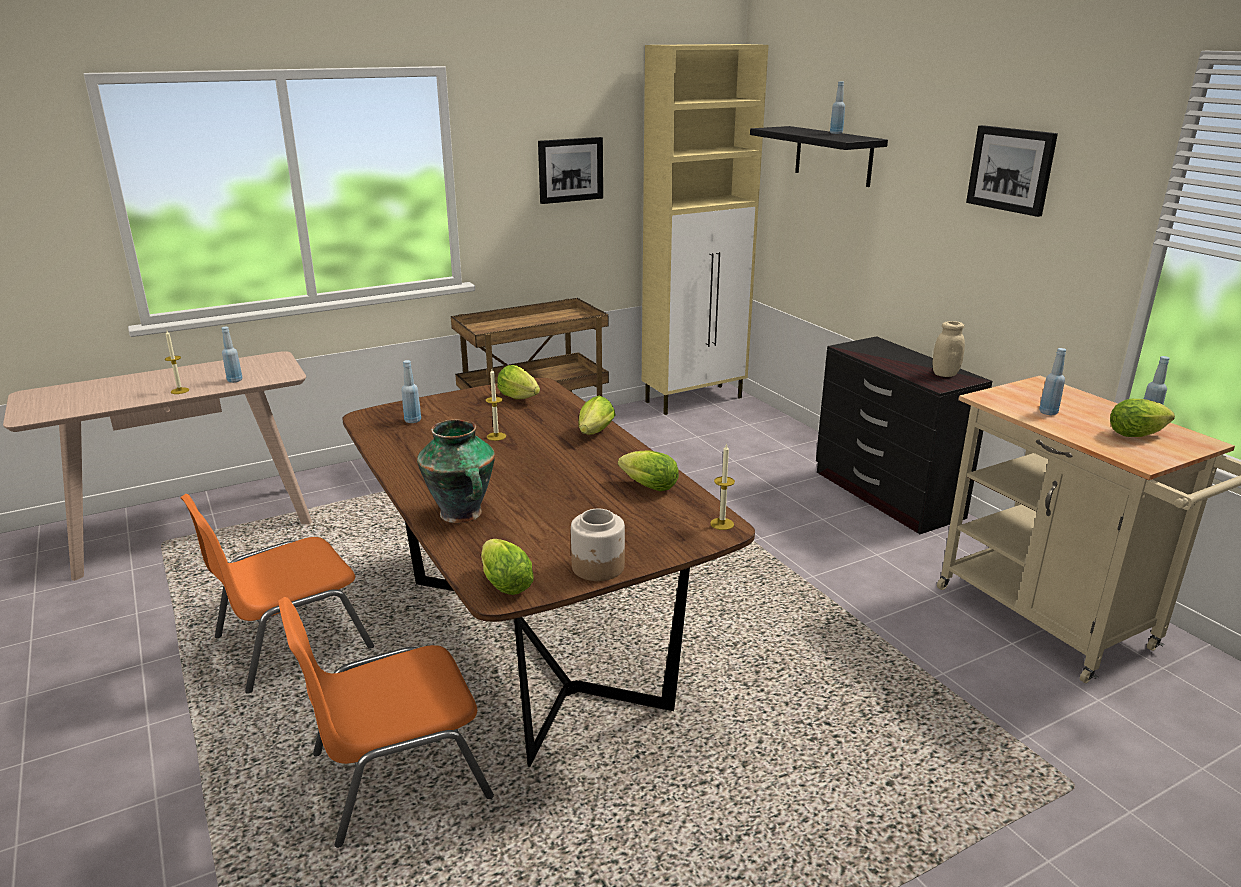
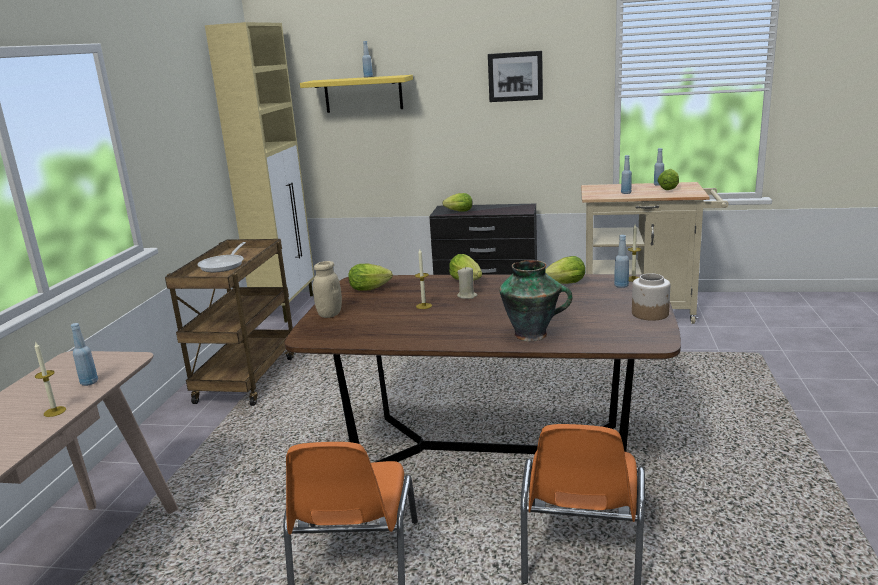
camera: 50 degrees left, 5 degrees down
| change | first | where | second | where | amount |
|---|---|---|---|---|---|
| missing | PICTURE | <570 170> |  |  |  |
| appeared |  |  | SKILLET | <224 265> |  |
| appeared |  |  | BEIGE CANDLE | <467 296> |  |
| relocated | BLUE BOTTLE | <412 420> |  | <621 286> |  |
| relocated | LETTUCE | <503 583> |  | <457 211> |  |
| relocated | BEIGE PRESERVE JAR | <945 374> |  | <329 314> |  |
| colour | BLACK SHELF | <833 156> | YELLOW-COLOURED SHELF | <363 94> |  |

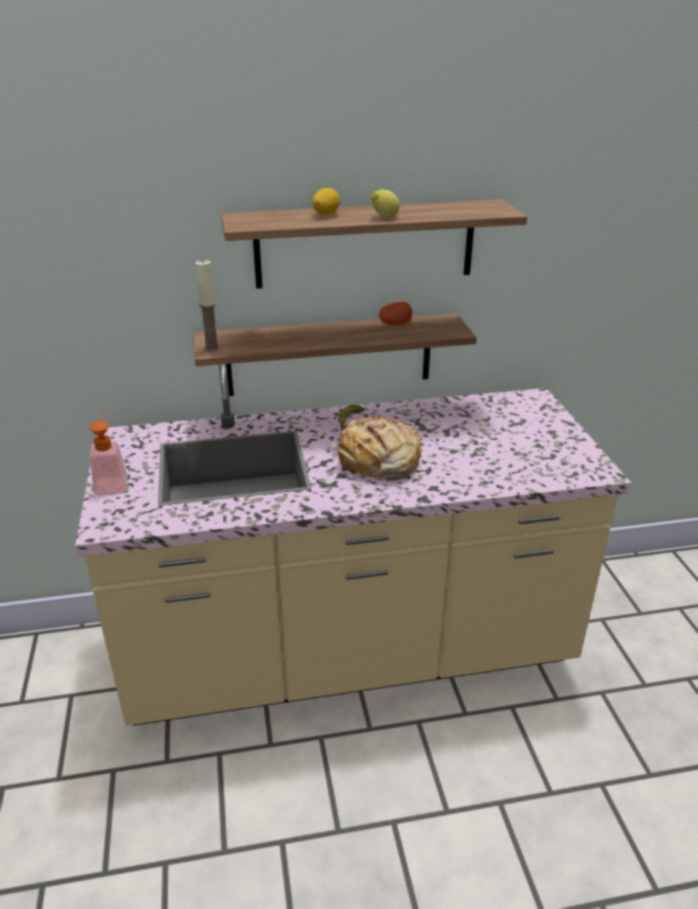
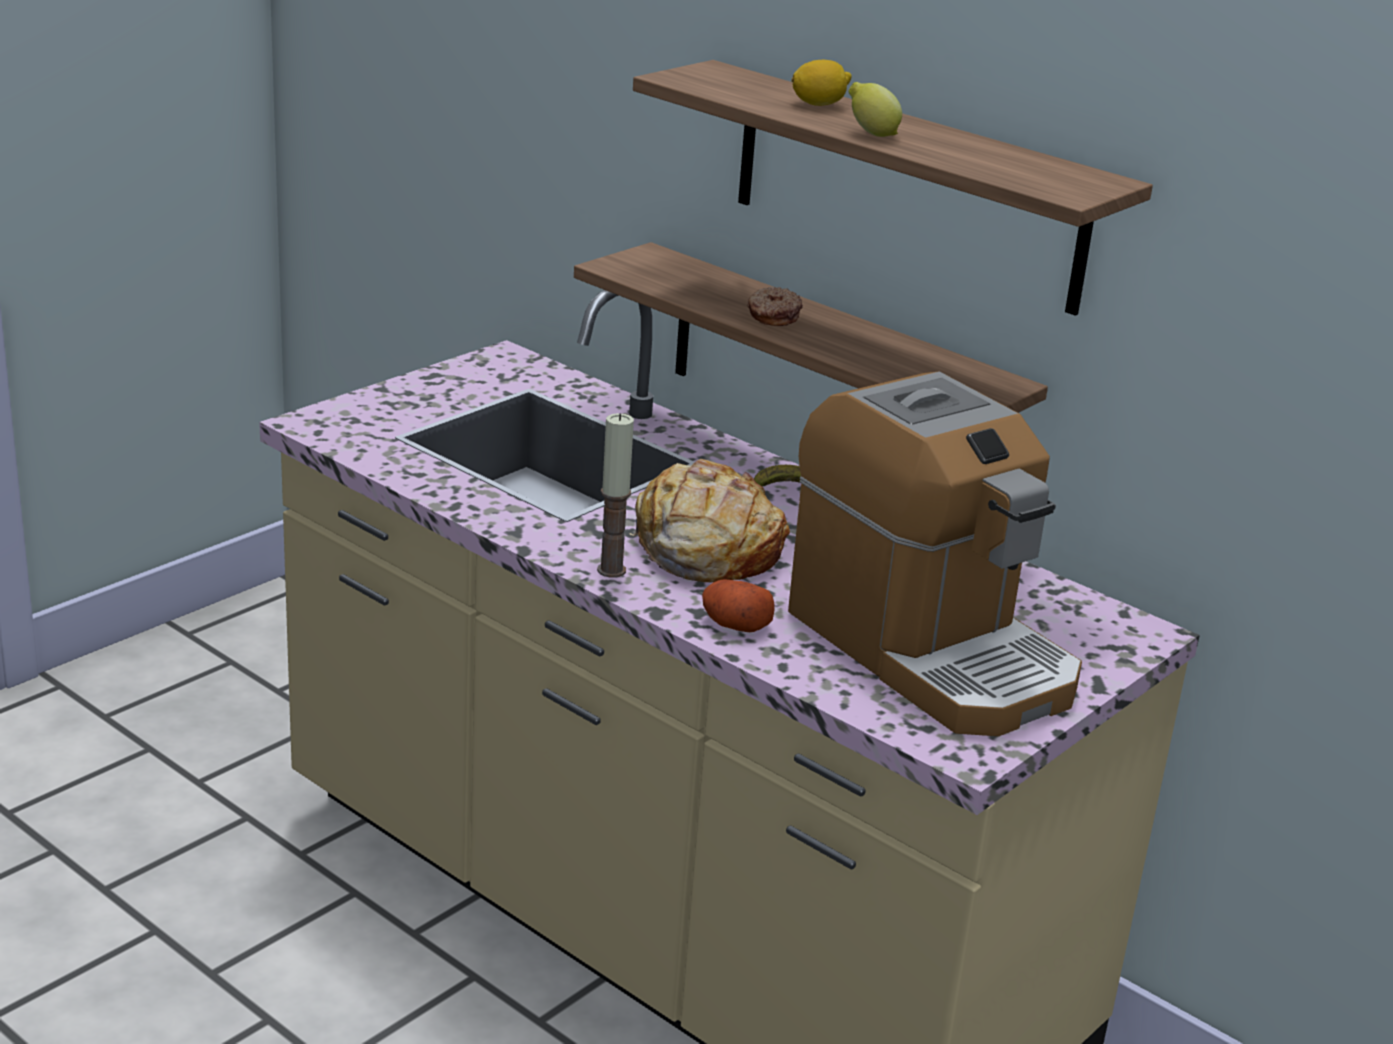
camera: 50 degrees right, 5 degrees down
| change | first | where | second | where | amount |
|---|---|---|---|---|---|
| missing | SOAP DISPENSER | <112 483> |  |  |  |
| appeared |  |  | RING DOUGHNUT | <772 316> |  |
| appeared |  |  | COFFEE MACHINE | <930 651> |  |
| relocated | CANDLE | <211 348> |  | <611 570> |  |
| relocated | POTATO | <395 324> |  | <734 624> |  |

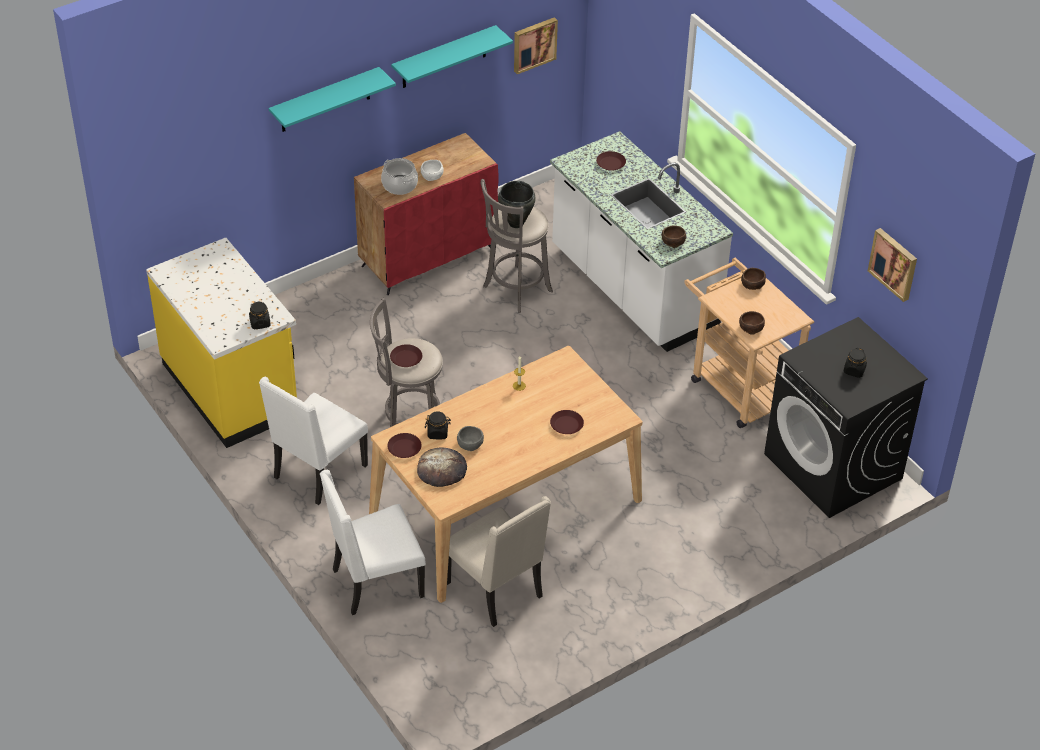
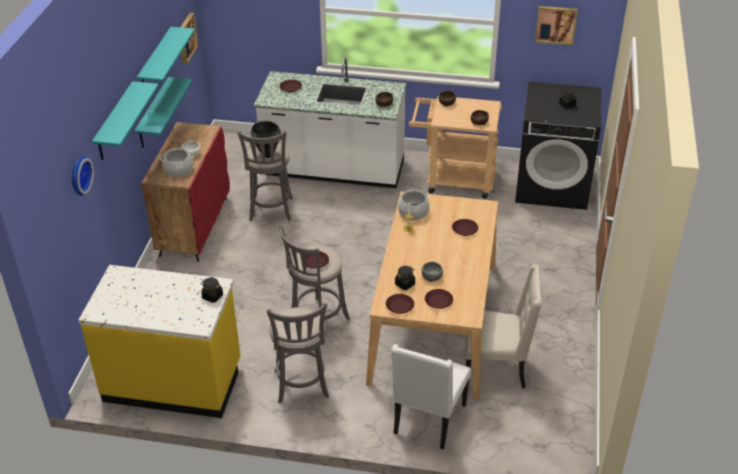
camera: 45 degrees left, 5 degrees down
| change | first | where | second | where | amount |
|---|---|---|---|---|---|
| appeared |  |  | HANGING CLOCK | <79 175> |  |
| appeared |  |  | TURQUOISE SHELF | <153 114> |  |
| appeared |  |  | SAUCEPOT | <413 212> |  |
| exchanged | WHITE CHAIR | <318 472> | GRAY STOOL | <301 386> |  |
| exchanged | BAKERY BREAD | <442 469> | BROWN-COLOURED DINNER PLATE | <439 301> |  |

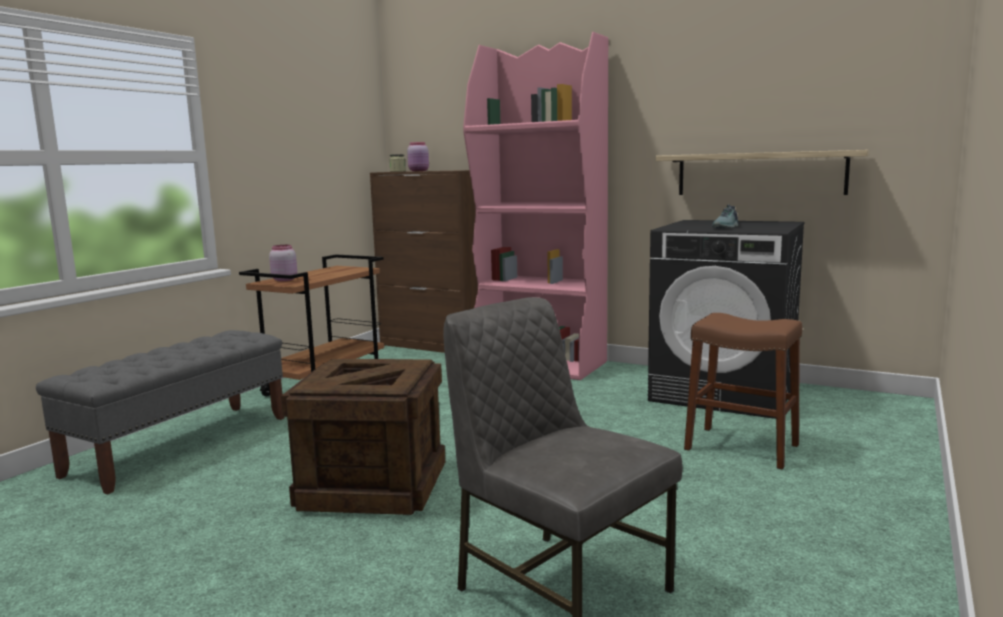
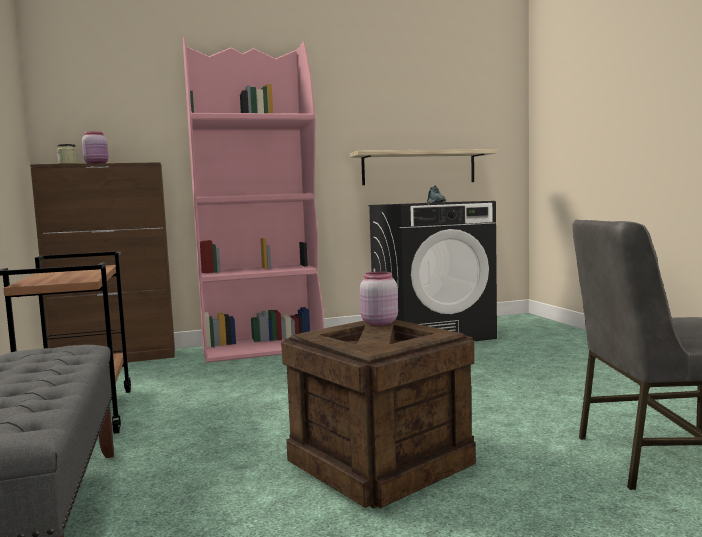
camera: 45 degrees left, 5 degrees down
| change | first | where | second | where | amount |
|---|---|---|---|---|---|
| missing | BROWN-COLOURED STOOL | <741 447> |  |  |  |
| relocated | PINK PRESERVE JAR | <284 280> |  | <378 323> |  |

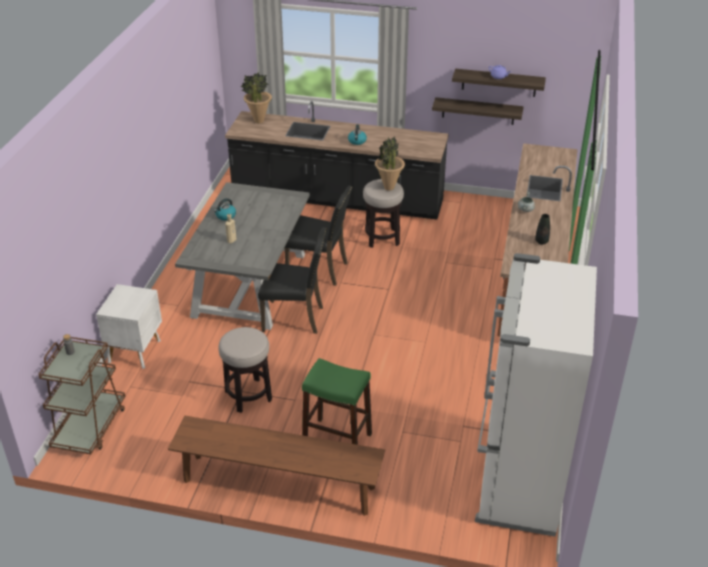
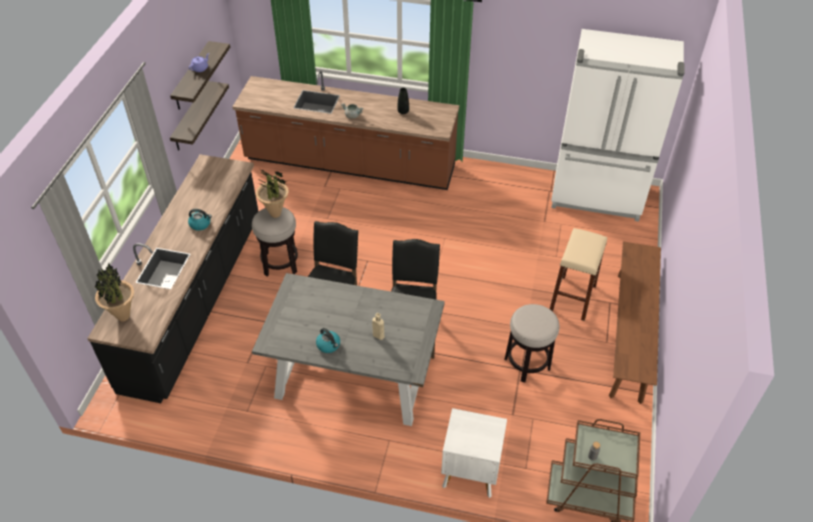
camera: 90 degrees left, 10 degrees up
| change | first | where | second | where | amount |
|---|---|---|---|---|---|
| colour | GREEN-COLOURED STOOL | <337 440> | BEIGE STOOL | <572 298> |  |

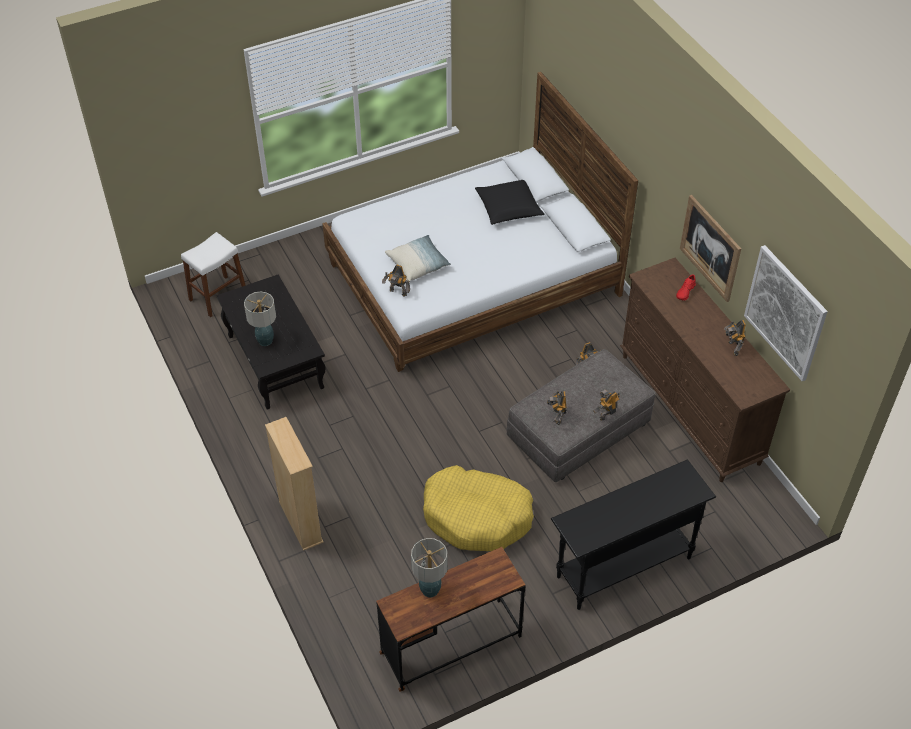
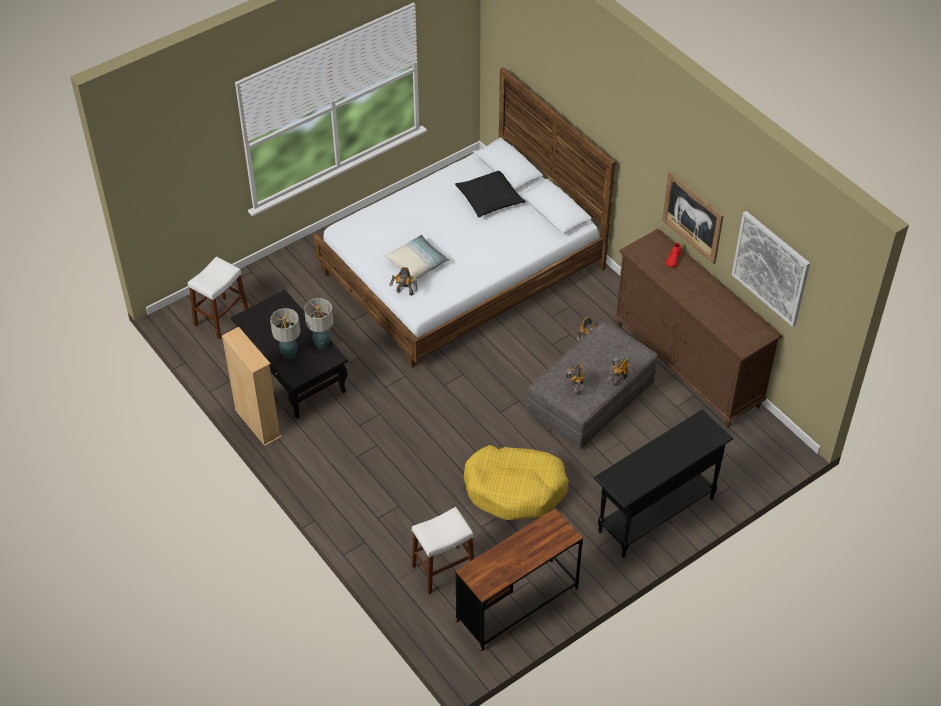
camera: 10 degrees left, 0 degrees up
| change | first | where | second | where | amount |
|---|---|---|---|---|---|
| missing | MODEL ROBOT | <732 348> |  |  |  |
| appeared |  |  | WHITE STOOL | <443 569> |  |
| relocated | BEIGE SHELVING UNIT | <300 522> |  | <257 423> |  |
| relocated | LAMP FOR A TABLE | <430 590> |  | <321 344> |  |

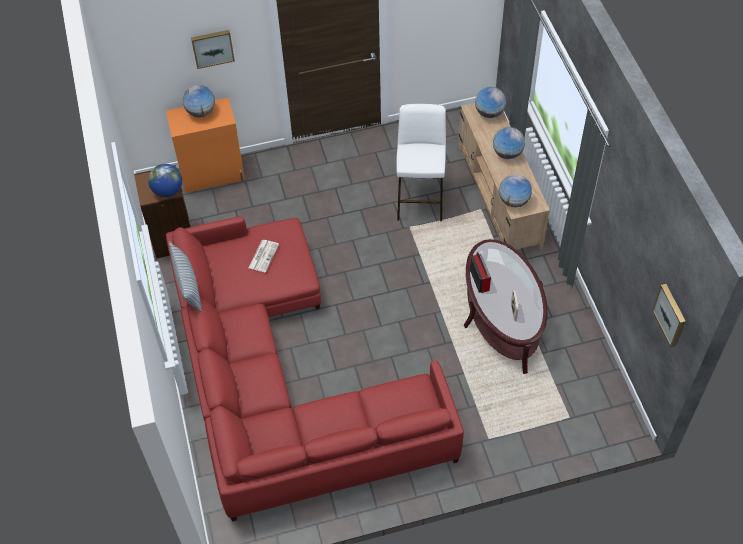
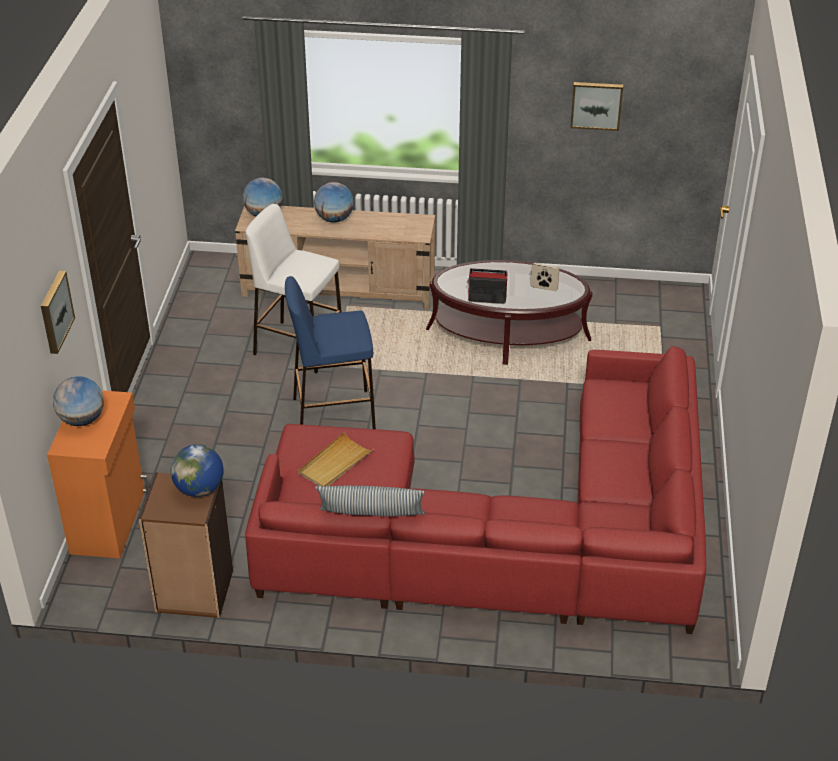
camera: 70 degrees left, 15 degrees down
| change | first | where | second | where | amount |
|---|---|---|---|---|---|
| missing | GLOBE | <513 201> |  |  |  |
| appeared |  |  | BLUE STOOL | <333 414> |  |
| relocated | PICTURE | <671 315> |  | <596 105> |  |
| exchanged | NEWSPAPER | <263 255> | BEIGE CARRYING TRAY | <335 463> |  |

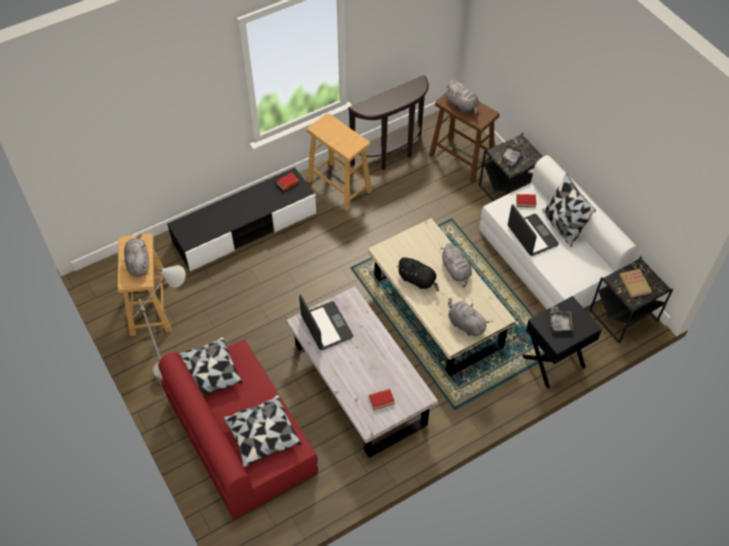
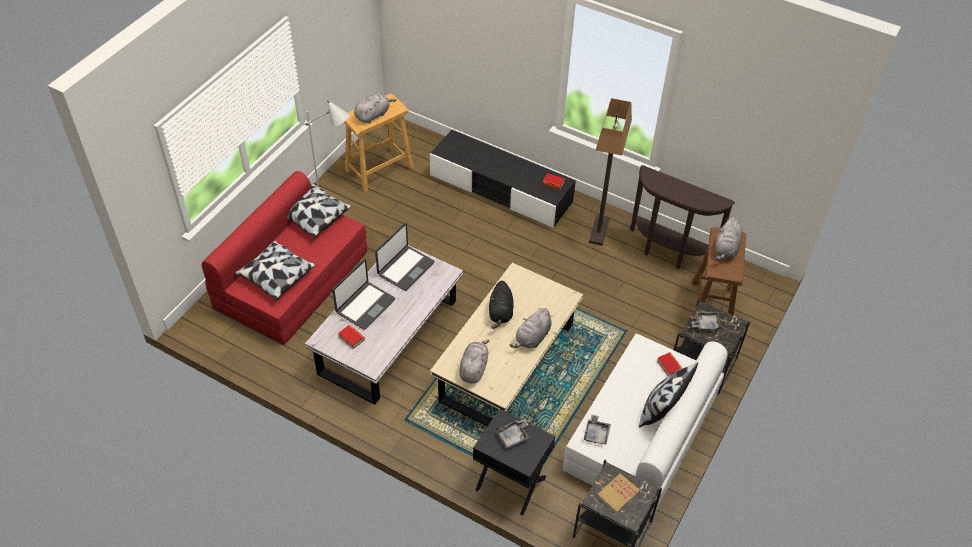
camera: 60 degrees right, 5 degrees down
| change | first | where | second | where | amount |
|---|---|---|---|---|---|
| appeared |  |  | GRAY CARRYING TRAY | <596 433> |  |
| relocated | LAPTOP | <532 236> |  | <365 306> |  |
| exchanged | BEIGE STOOL | <339 185> | STANDING LAMP | <599 230> |  |

